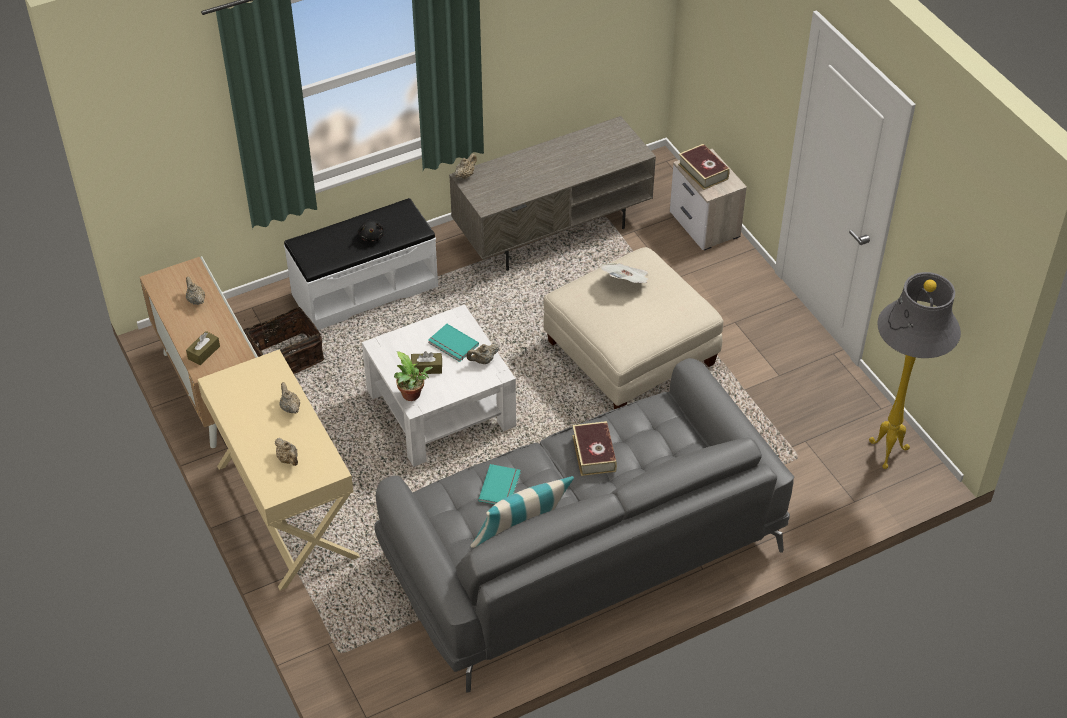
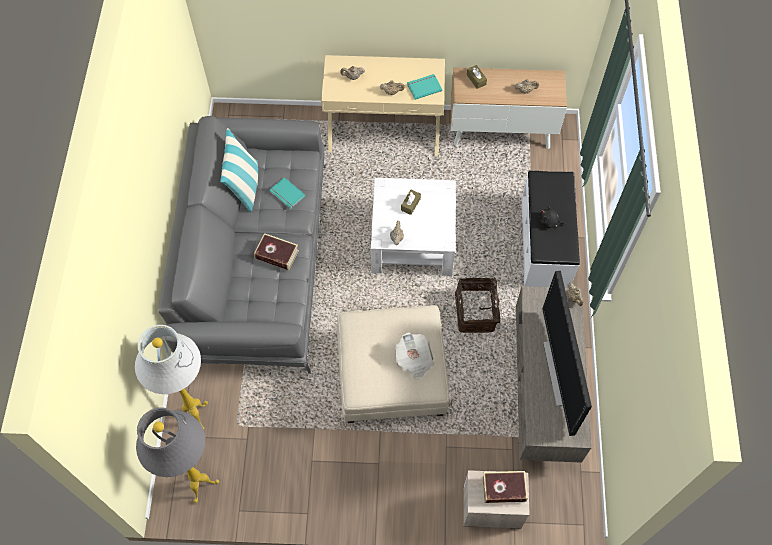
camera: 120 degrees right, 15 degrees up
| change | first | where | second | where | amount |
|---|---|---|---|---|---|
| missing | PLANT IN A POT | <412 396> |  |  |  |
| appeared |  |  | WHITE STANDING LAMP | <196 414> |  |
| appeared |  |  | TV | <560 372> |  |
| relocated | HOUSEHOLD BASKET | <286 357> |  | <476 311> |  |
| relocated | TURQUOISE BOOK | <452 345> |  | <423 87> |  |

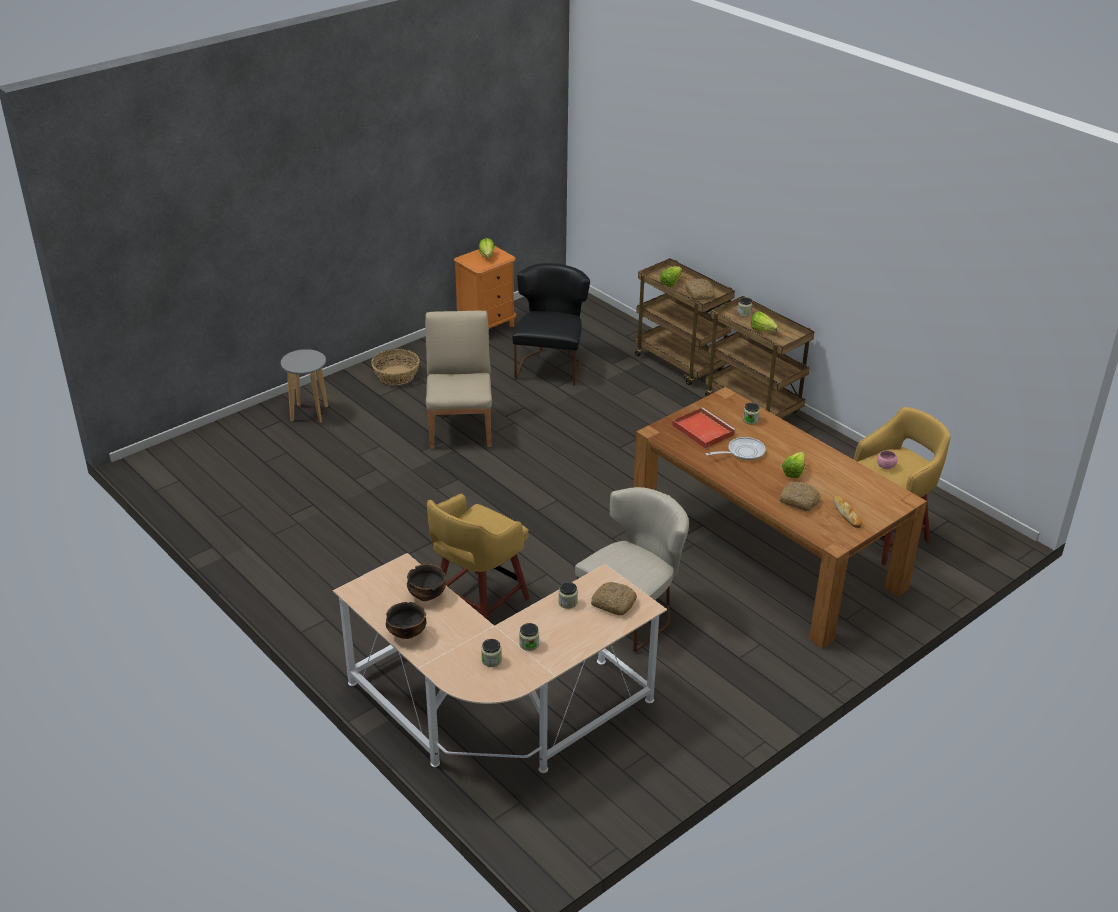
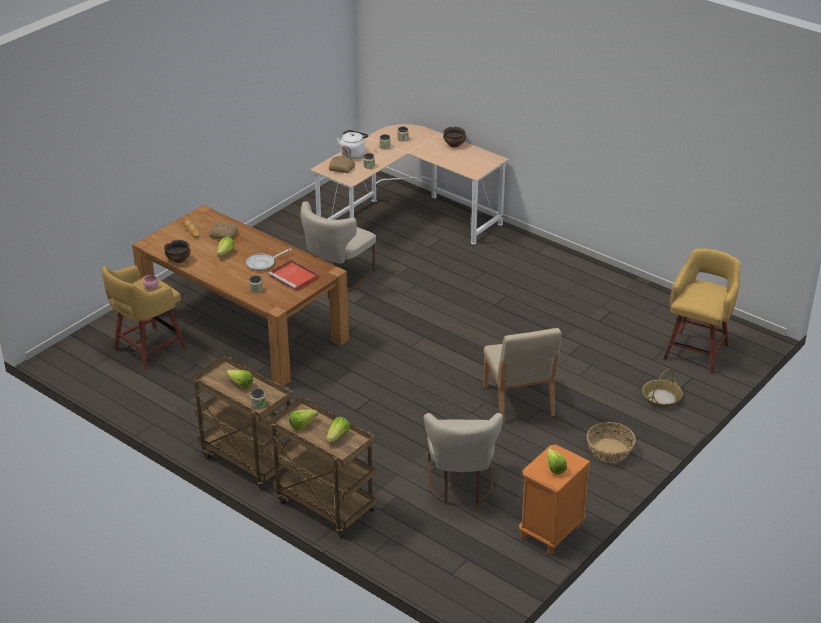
camera: 170 degrees right, 0 degrees up
| change | first | where | second | where | amount |
|---|---|---|---|---|---|
| appeared |  |  | WHITE WATER KETTLE | <353 154> |  |
| relocated | BOWL | <426 595> |  | <178 260> |  |
| relocated | YELLOW-COLOURED STOOL | <478 604> |  | <697 351> |  |
| exchanged | GRAY STOOL | <309 414> | HOUSEHOLD BASKET | <661 398> |  |
| exchanged | BAKERY BREAD | <700 294> | LETTUCE | <304 424> |  |
| colour | BLACK CHAIR | <550 365> | BEIGE CHAIR | <460 485> |  |

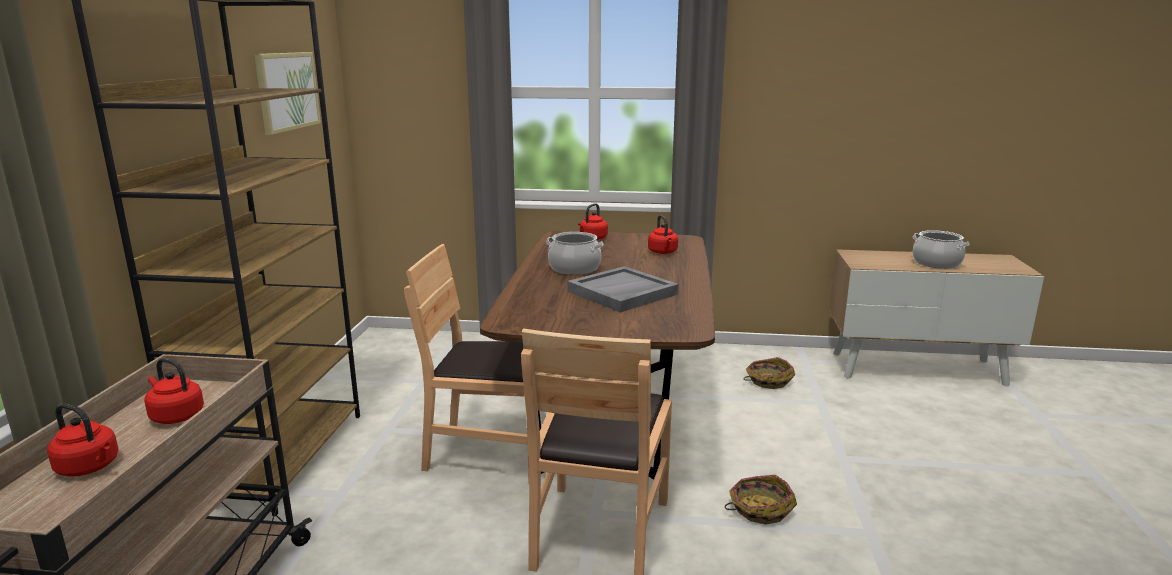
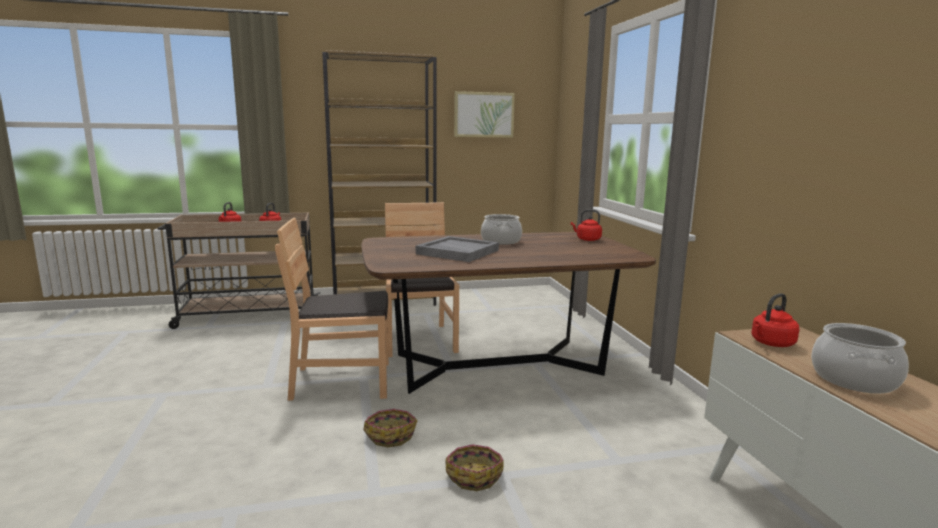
camera: 70 degrees right, 5 degrees down
| change | first | where | second | where | amount |
|---|---|---|---|---|---|
| relocated | RED-COLOURED WATER KETTLE | <663 252> |  | <771 343> |  |
| relocated | HOUSEHOLD BASKET | <768 381> |  | <474 475> |  |

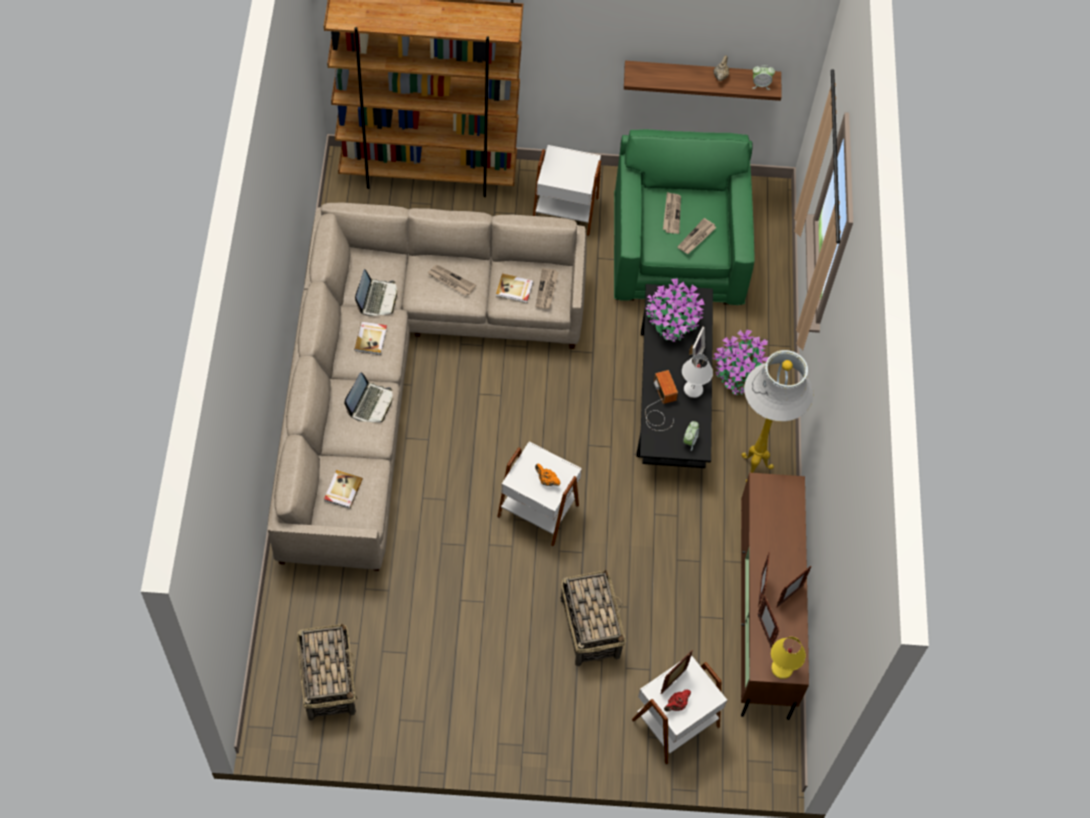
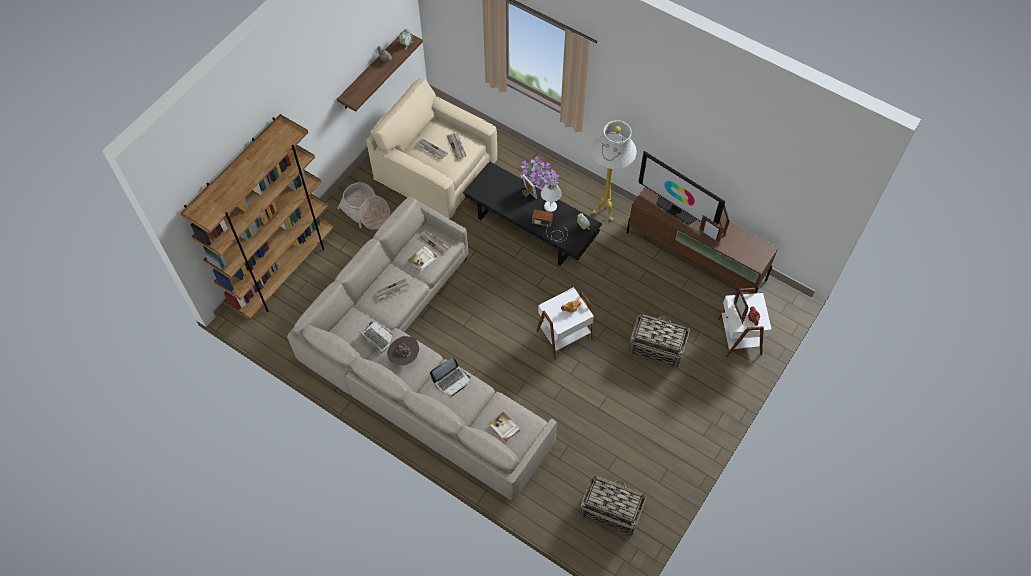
camera: 55 degrees left, 0 degrees up
| change | first | where | second | where | amount |
|---|---|---|---|---|---|
| missing | PLANT IN A POT | <672 322> |  |  |  |
| missing | PICTURE FRAME | <764 631> |  |  |  |
| missing | YELLOW-COLOURED LAMP FOR A TABLE | <781 669> |  |  |  |
| appeared |  |  | TV | <676 209> |  |
| exchanged | BOOK | <371 339> | BROWN-COLOURED CLOTHING HAT | <404 356> |  |
| exchanged | WHITE END TABLE | <565 209> | HOUSEHOLD BASKET | <365 212> |  |
| colour | GREEN-COLOURED LOUNGE CHAIR | <677 249> | BEIGE LOUNGE CHAIR | <435 170> |  |
| spun | LAPTOP | <370 404> |  | <451 380> | 90 degrees clockwise |

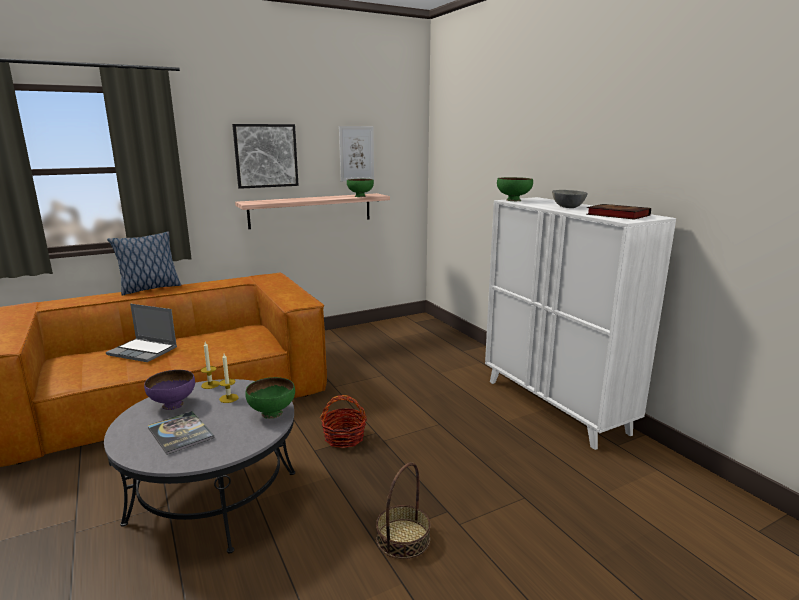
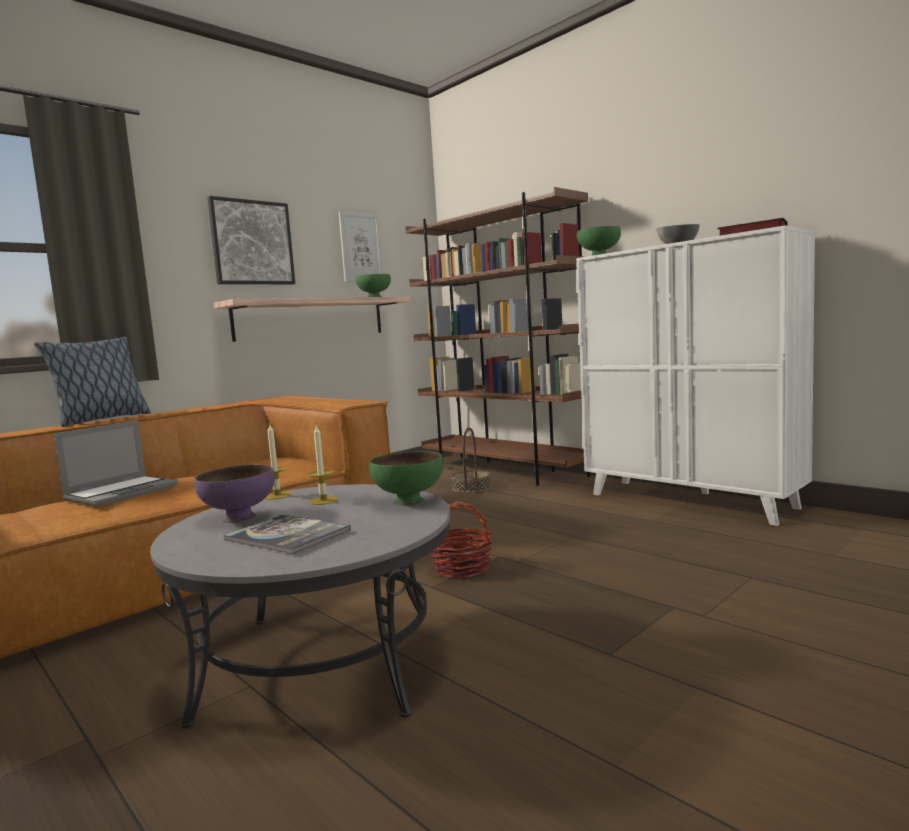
camera: 15 degrees left, 10 degrees down
| change | first | where | second | where | amount |
|---|---|---|---|---|---|
| appeared |  |  | BROWN-COLOURED SHELVING UNIT | <504 471> |  |
| relocated | HOUSEHOLD BASKET | <403 538> |  | <471 488> |  |
| spun | LAPTOP | <144 351> |  | <122 492> | 60 degrees counterclockwise |

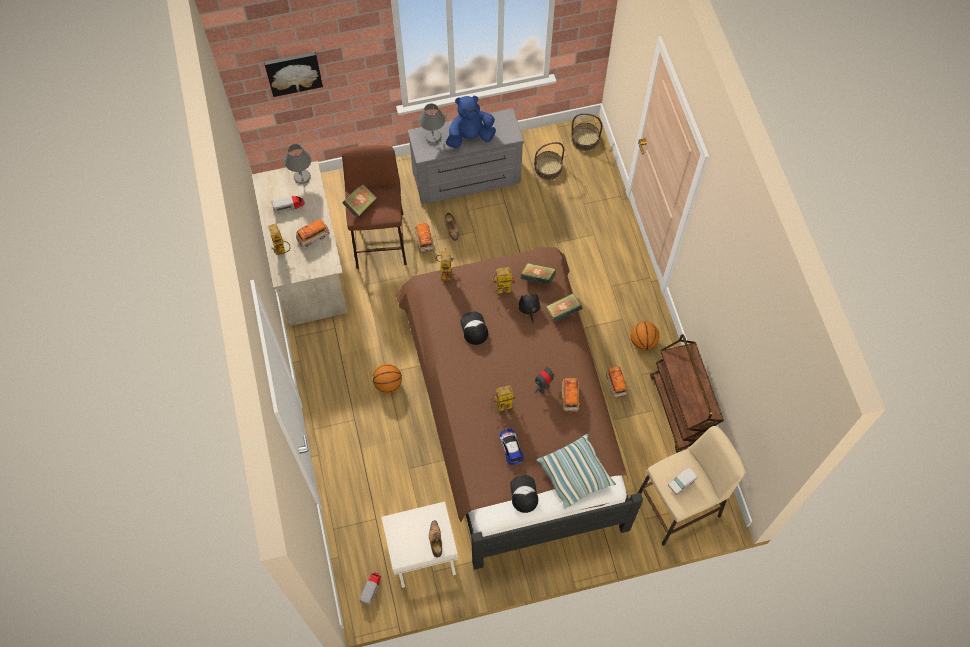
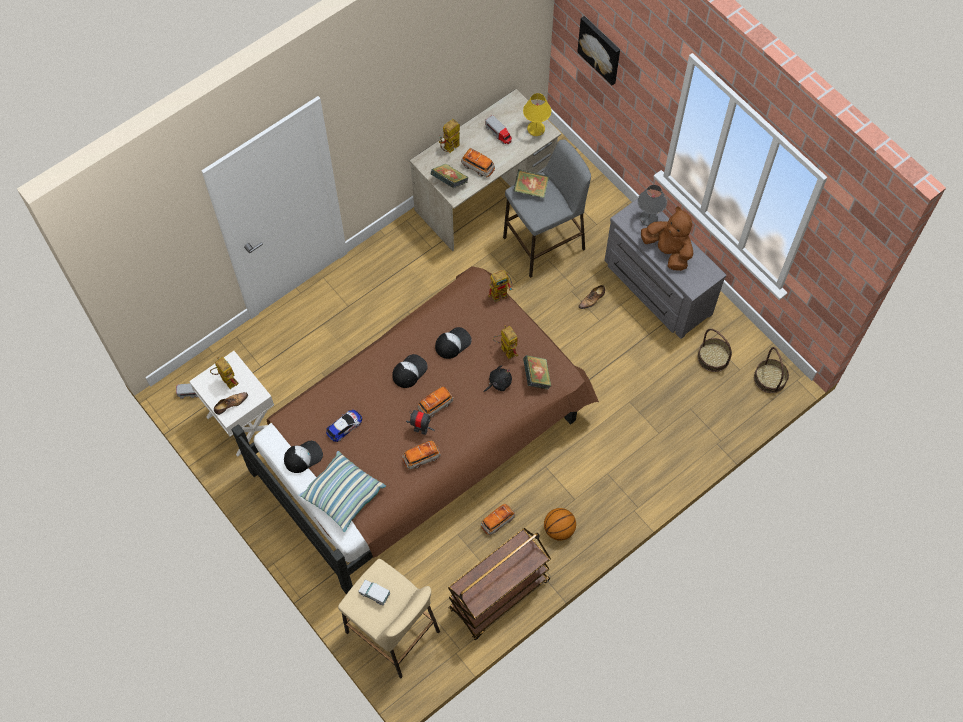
camera: 65 degrees right, 0 degrees up
| change | first | where | second | where | amount |
|---|---|---|---|---|---|
| missing | BASKETBALL BALL | <388 384> |  |  |  |
| appeared |  |  | BASEBALL CAP | <409 371> |  |
| relocated | MODEL CAR | <424 241> |  | <435 405> |  |
| relocated | MODEL ROBOT | <501 407> |  | <226 379> |  |
| relocated | BOOK | <563 312> |  | <449 181> |  |
| colour | GRAY LAMP FOR A TABLE | <302 177> | YELLOW-COLOURED LAMP FOR A TABLE | <536 129> |  |
| colour | BROWN-COLOURED STOOL | <380 240> | GRAY STOOL | <544 243> |  |
| colour | BLUE CUDDLY TOY | <470 137> | BROWN-COLOURED CUDDLY TOY | <668 251> |  |

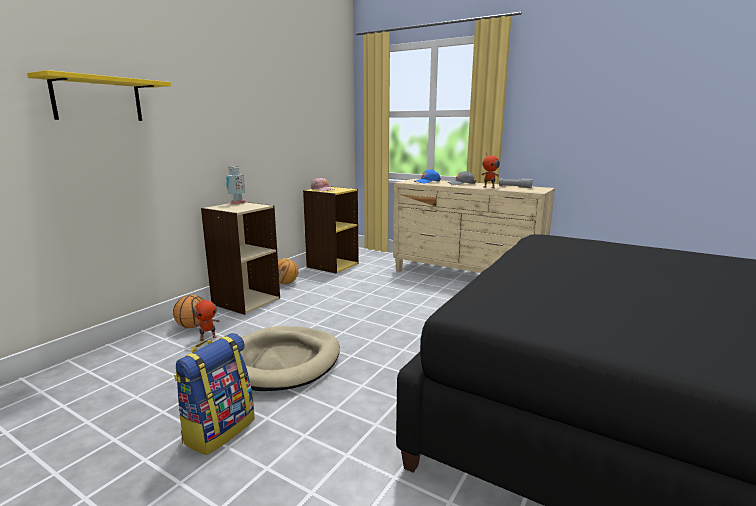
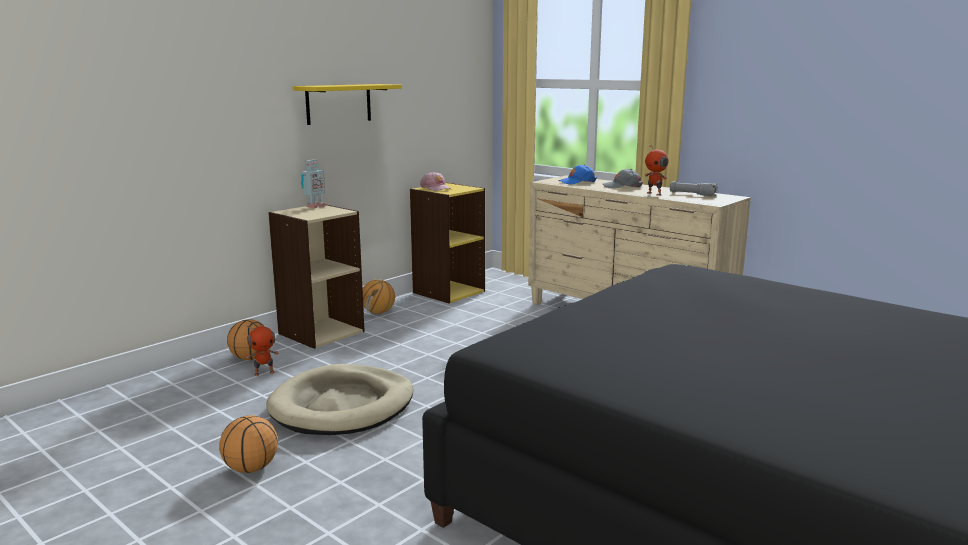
camera: 10 degrees right, 0 degrees up
| change | first | where | second | where | amount |
|---|---|---|---|---|---|
| relocated | YELLOW-COLOURED SHELF | <98 99> |  | <338 103> |  |
| exchanged | KNAPSACK | <219 430> | BASKETBALL BALL | <251 468> |  |

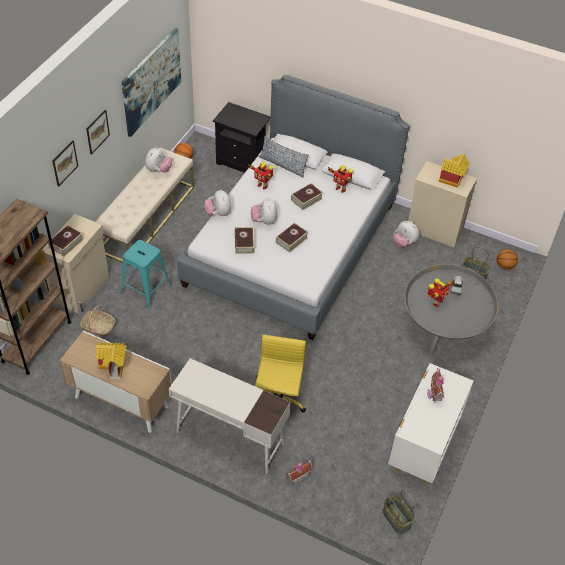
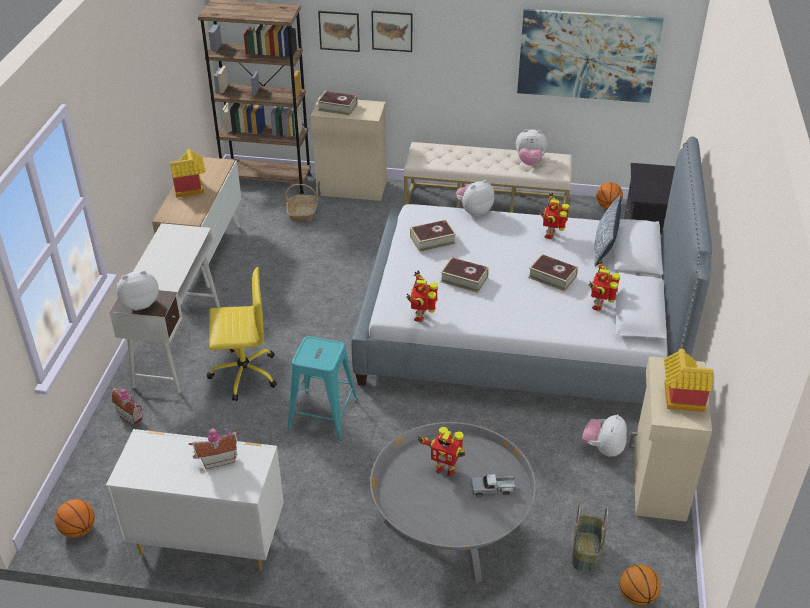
camera: 75 degrees right, 10 degrees down
| change | first | where | second | where | amount |
|---|---|---|---|---|---|
| appeared |  |  | MODEL ROBOT | <421 316> |  |
| relocated | PICTURE | <97 131> |  | <339 31> |  |
| relocated | TURQUOISE STOOL | <146 289> |  | <323 415> |  |
| relocated | CUDDLY TOY | <264 221> |  | <140 303> |  |
| exchanged | HOUSEHOLD BASKET | <397 519> | BASKETBALL BALL | <78 530> |  |

